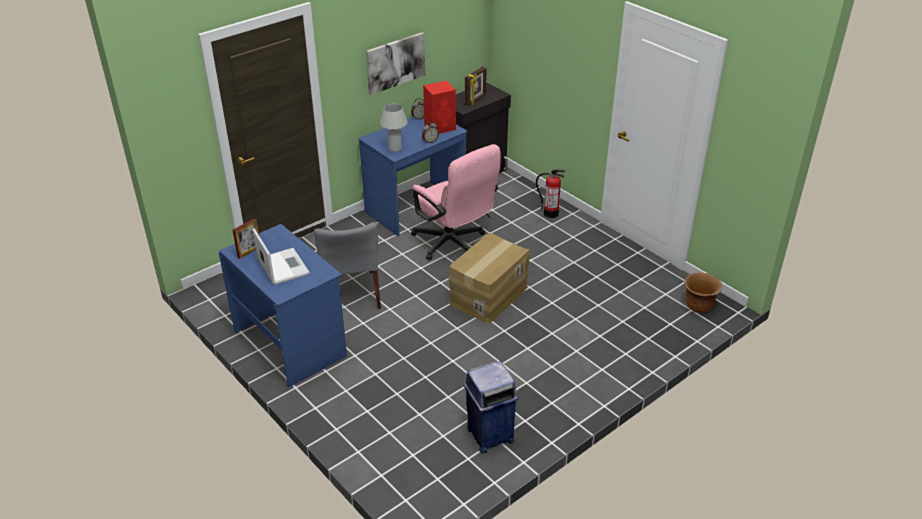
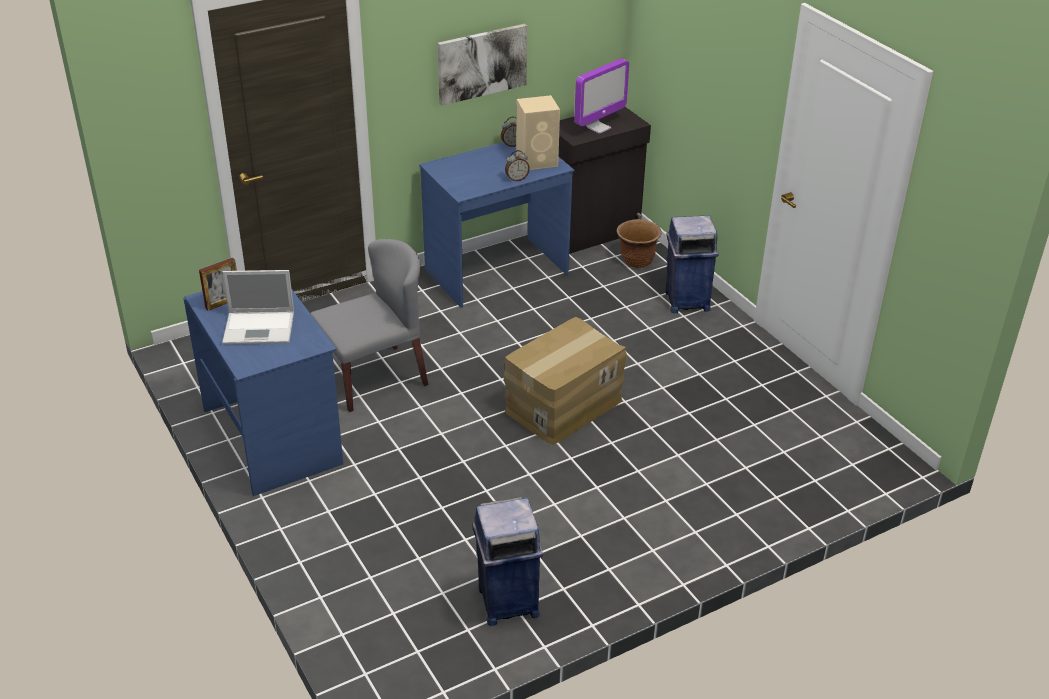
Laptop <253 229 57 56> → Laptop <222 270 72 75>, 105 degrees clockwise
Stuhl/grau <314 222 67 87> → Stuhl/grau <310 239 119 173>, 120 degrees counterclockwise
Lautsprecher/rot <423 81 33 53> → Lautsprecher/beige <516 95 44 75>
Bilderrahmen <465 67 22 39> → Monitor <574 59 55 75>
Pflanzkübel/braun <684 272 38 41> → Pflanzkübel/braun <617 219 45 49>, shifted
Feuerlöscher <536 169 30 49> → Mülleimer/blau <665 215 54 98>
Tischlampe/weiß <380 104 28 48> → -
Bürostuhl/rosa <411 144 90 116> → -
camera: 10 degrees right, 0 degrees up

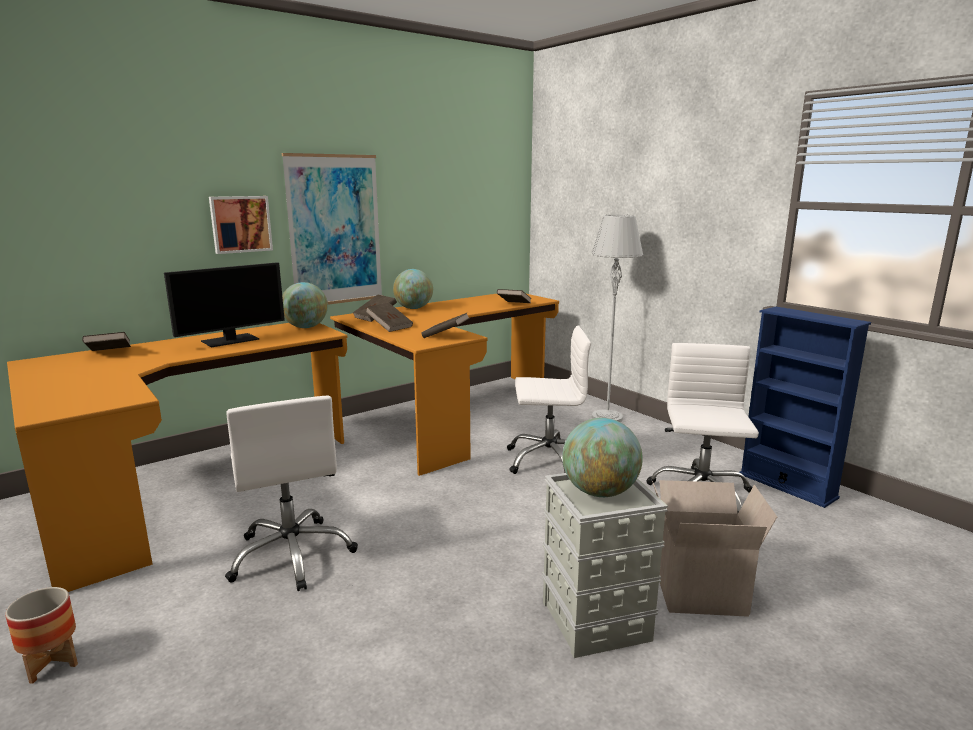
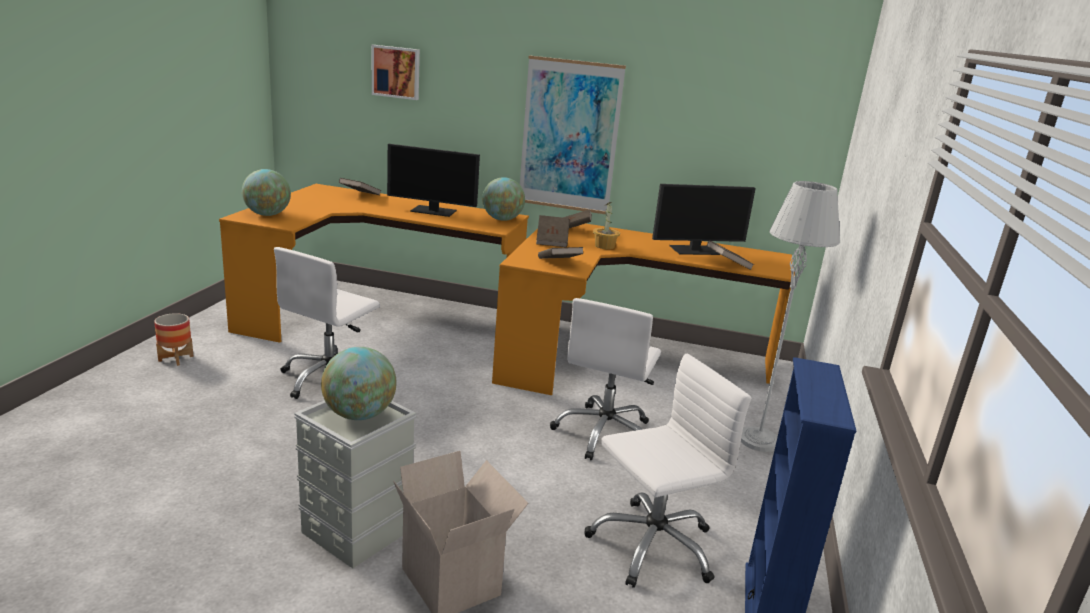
Globus <393 269 40 40> → Globus <242 169 49 47>, shifted
Bild <209 196 64 58> → Bild <372 45 48 55>, shifted
Bürostuhl/weiß <507 326 84 148> → Bürostuhl/weiß <550 298 111 163>, 60 degrees clockwise
- → Topfpflanze <593 202 27 47>
- → Monitor <652 184 104 71>
camera: 50 degrees right, 5 degrees up

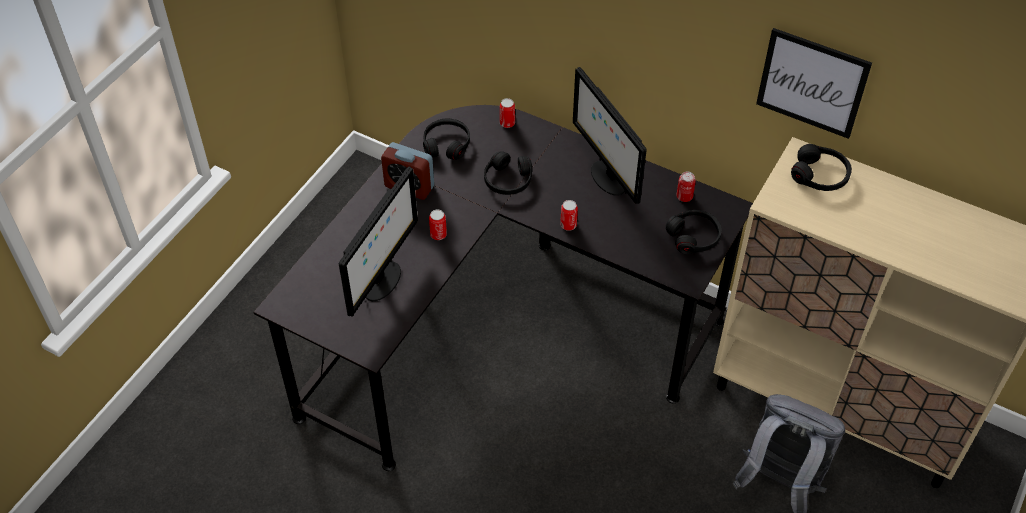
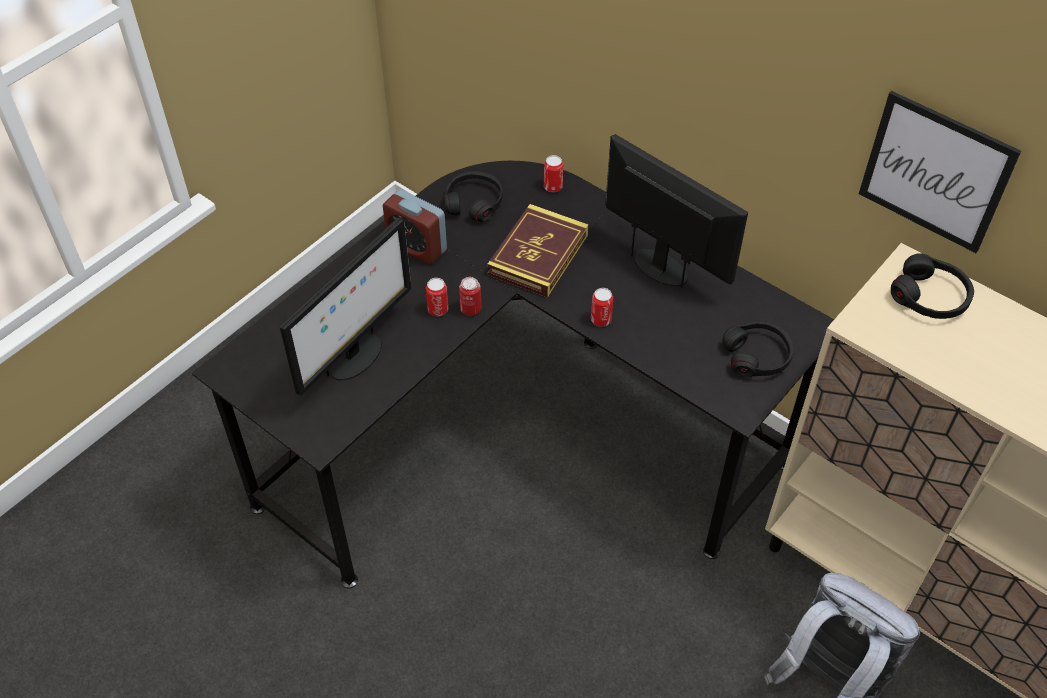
Dose <676 172 20 30> → Dose <459 277 22 39>, shifted
Kopfhörer/schwarz <484 151 49 44> → Buch <487 204 101 94>
Monitor <573 67 74 137> → Monitor <605 134 143 154>, 150 degrees clockwise
camera: 10 degrees right, 0 degrees up

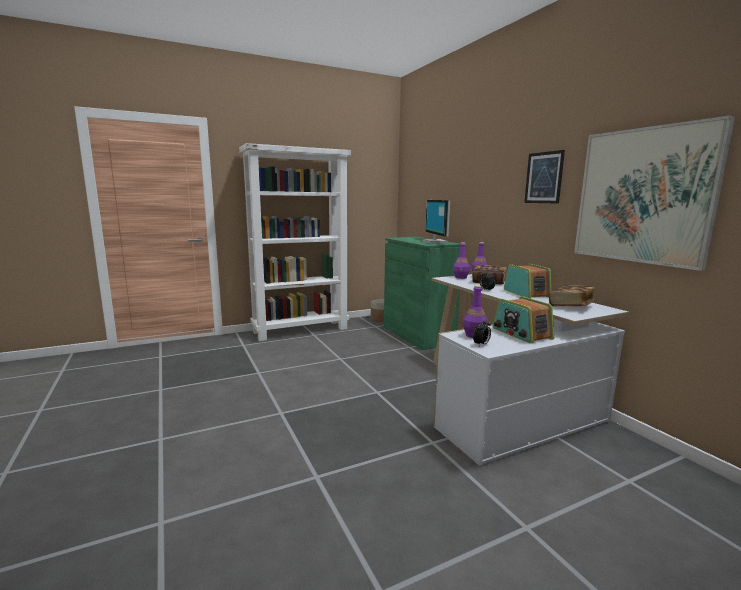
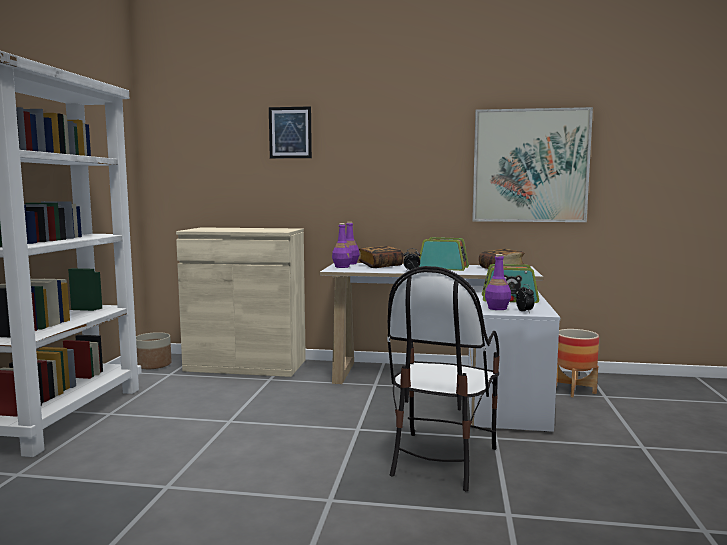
Schrank/grün <384 237 77 113> → Schrank/beige <176 227 130 150>
Bild <524 150 41 54> → Bild <269 106 43 52>, shifted
- → Stuhl <387 266 113 225>
- → Pflanzkübel <556 329 43 68>
Monitor <422 200 28 43> → -
camera: 55 degrees left, 5 degrees down

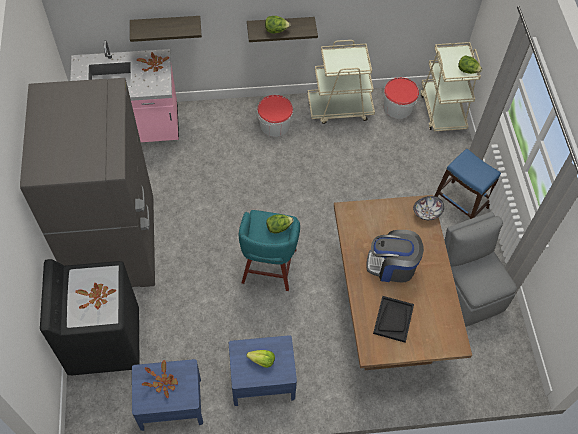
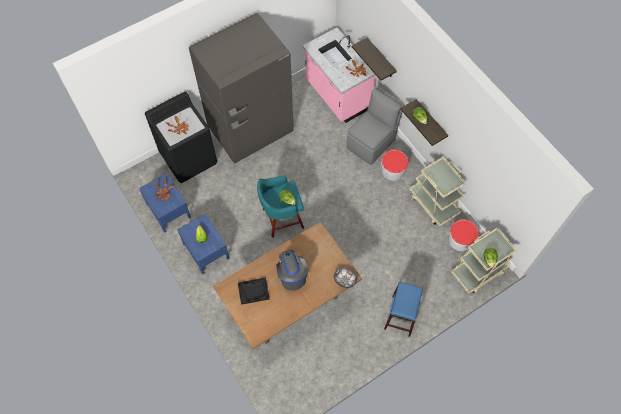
Stuhl/grau <444 212 73 115> → Stuhl/grau <347 87 58 78>, shifted
camera: 65 degrees right, 5 degrees up

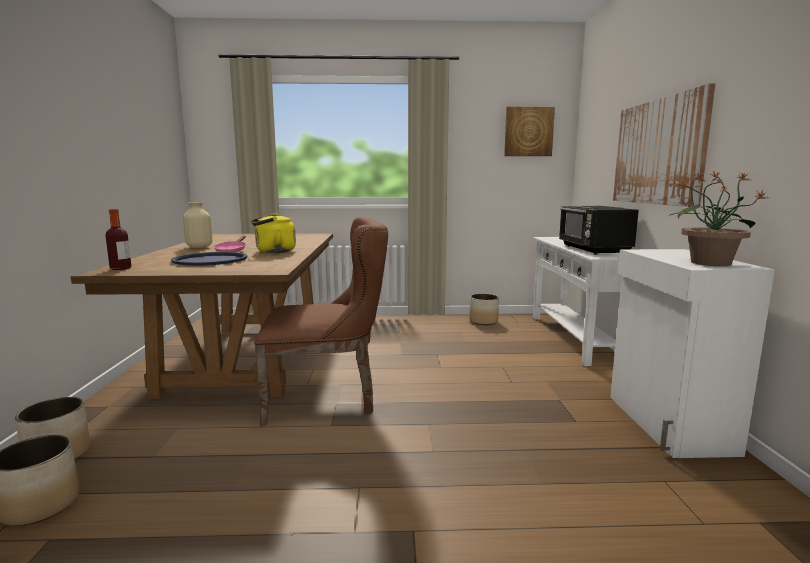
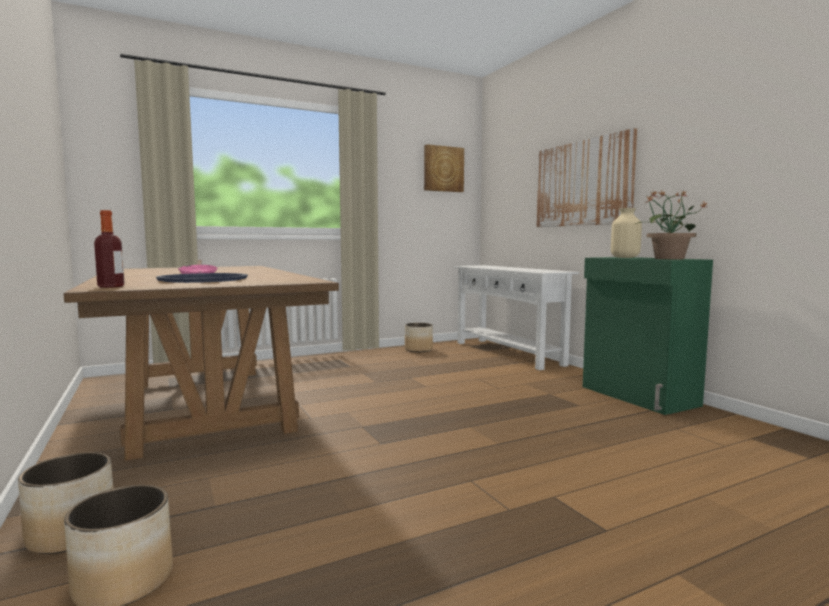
Schrank/weiß <610 249 165 209> → Schrank/grün <583 257 130 158>
Vase/beige <183 202 29 46> → Vase/beige <611 208 31 50>, shifted
Wasserkessel/gelb <251 213 45 40> → -
Stuhl/braun <254 217 134 208> → -
Mikrowelle/schwarz <559 206 80 49> → -
camera: 25 degrees left, 5 degrees down

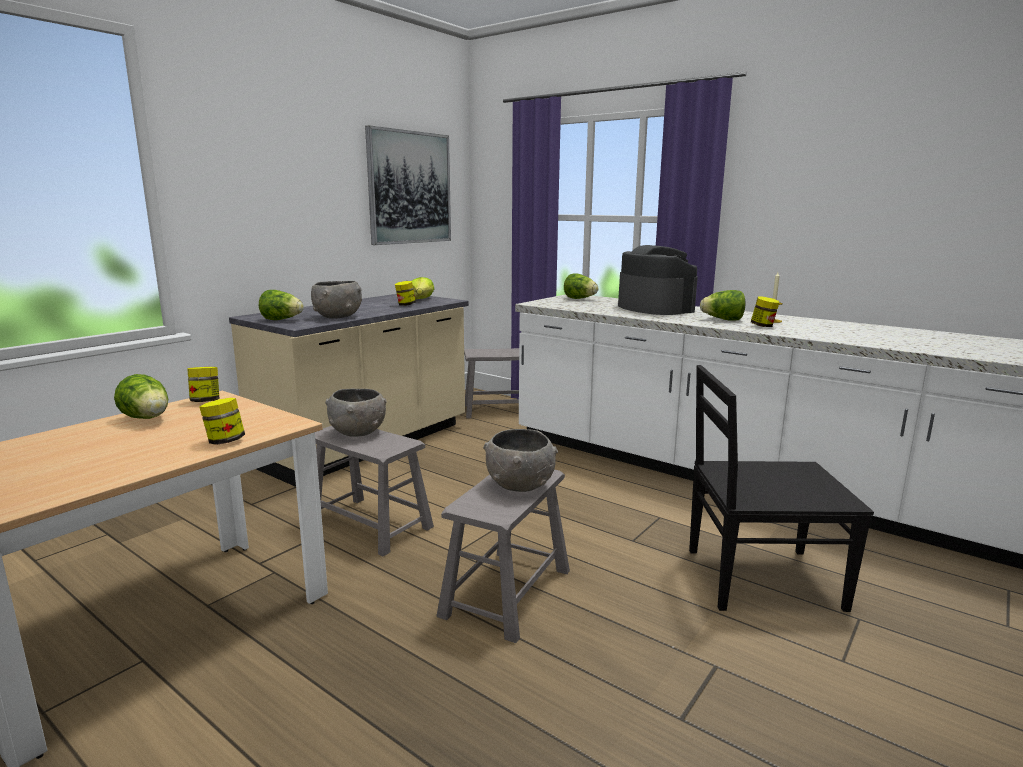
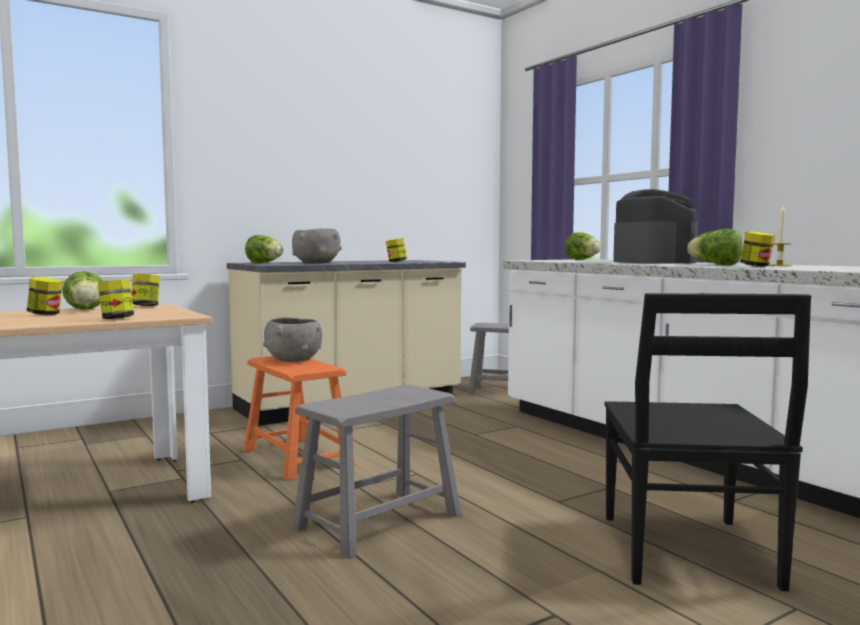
- → Vorratsglas <27 277 36 38>
Hocker/grau <315 426 119 130> → Hocker/orange <243 356 112 124>
Stuhl/schwarz <689 365 185 247> → Stuhl/schwarz <604 293 207 298>, 105 degrees counterclockwise
Bild <365 125 86 120> → -
Salatkopf <412 277 22 22> → -
Schüssel/grau <483 429 75 63> → -
camera: 20 degrees right, 10 degrees down

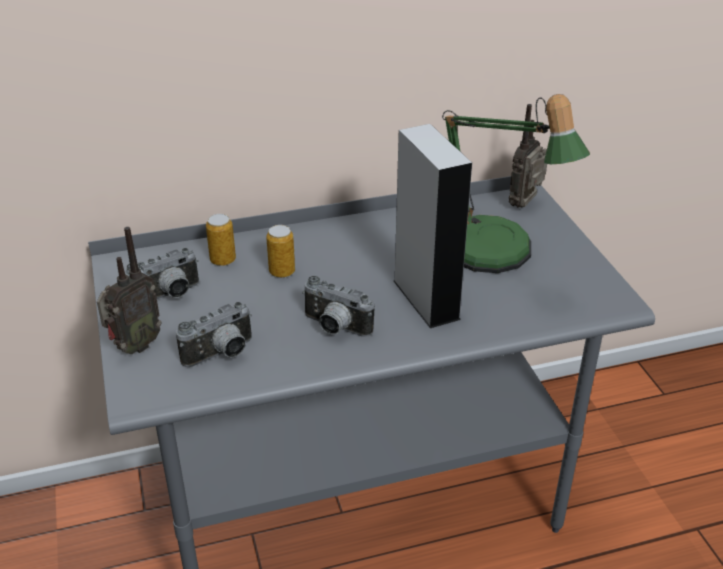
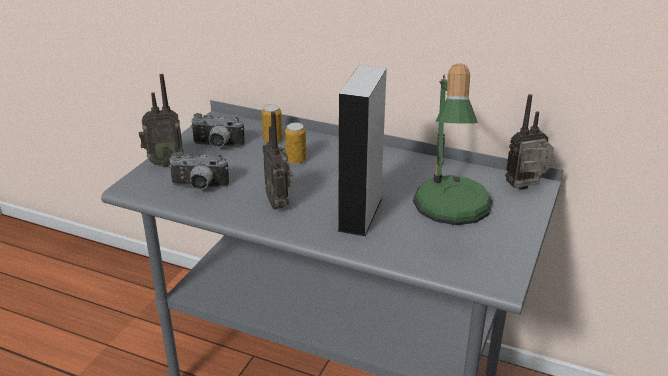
Kamera <302 276 73 61> → Radio <263 112 31 97>
camera: 40 degrees right, 5 degrees down

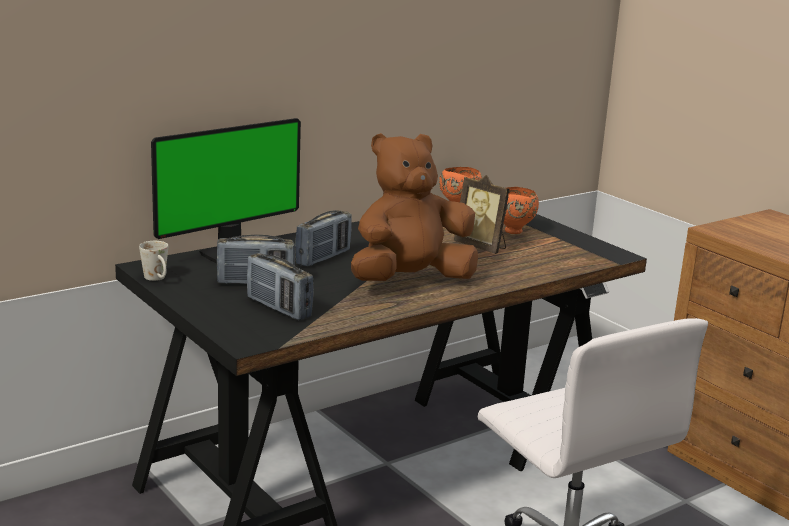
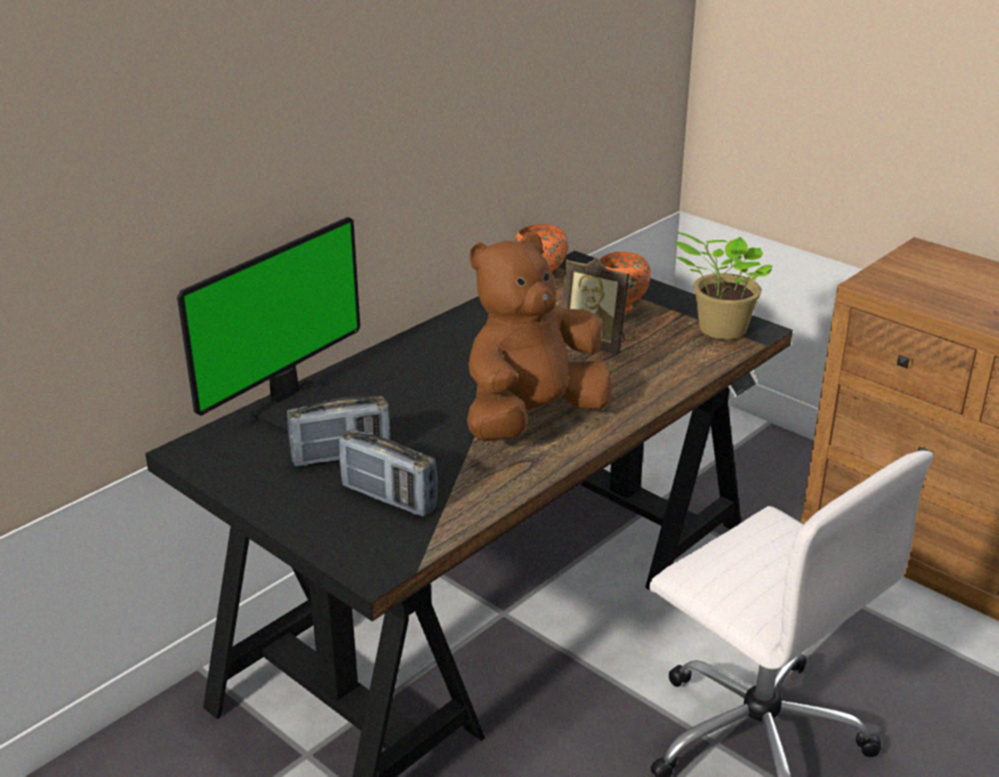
- → Topfpflanze <673 232 100 108>
Henkelbecher/weiß <139 241 29 40> → -
Radio <295 210 57 57> → -
camera: 10 degrees left, 10 degrees up

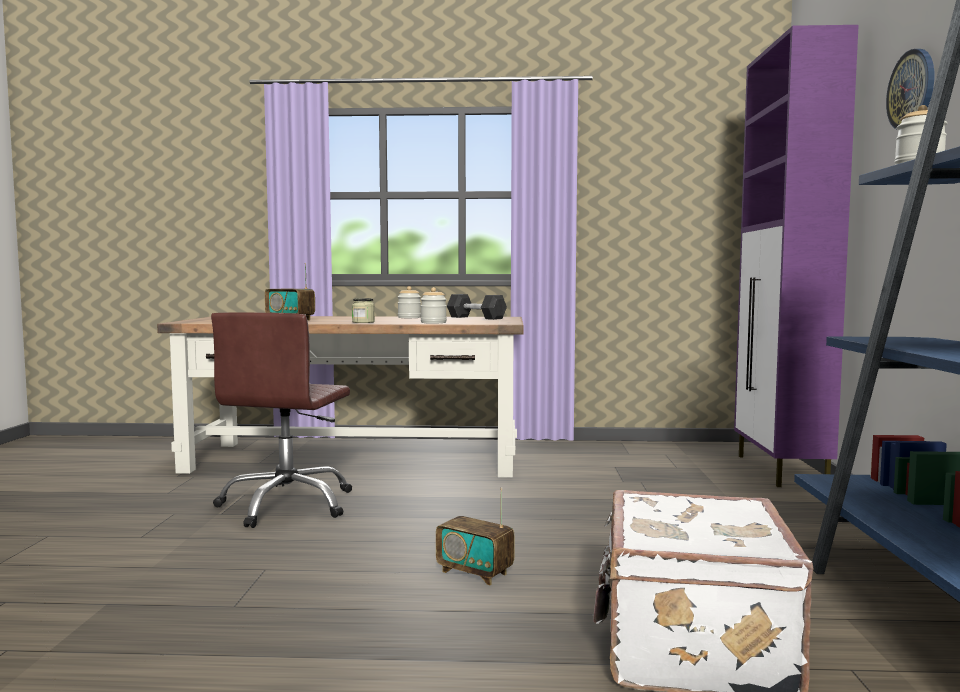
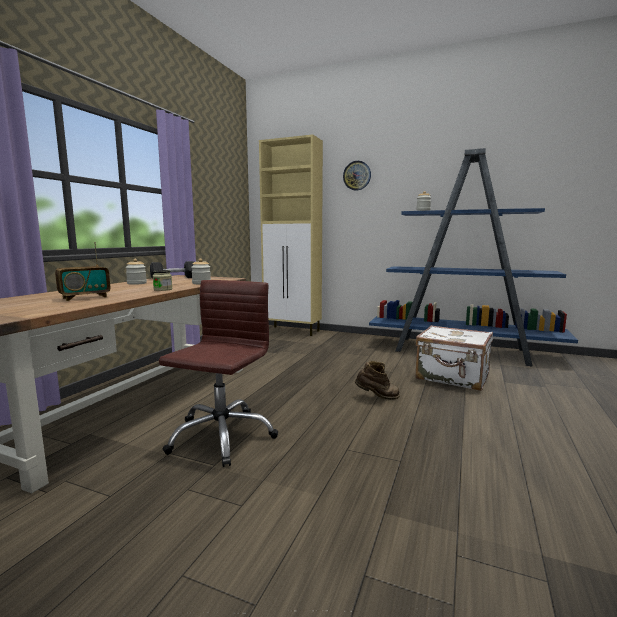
Bürostuhl/braun <211 312 141 216> → Bürostuhl/braun <159 280 119 187>, 105 degrees counterclockwise
Schrank/lila <734 25 125 462> → Schrank/beige <259 134 64 202>
Radio <436 487 79 99> → Stiefel/braun <355 361 45 39>
camera: 70 degrees left, 5 degrees up

